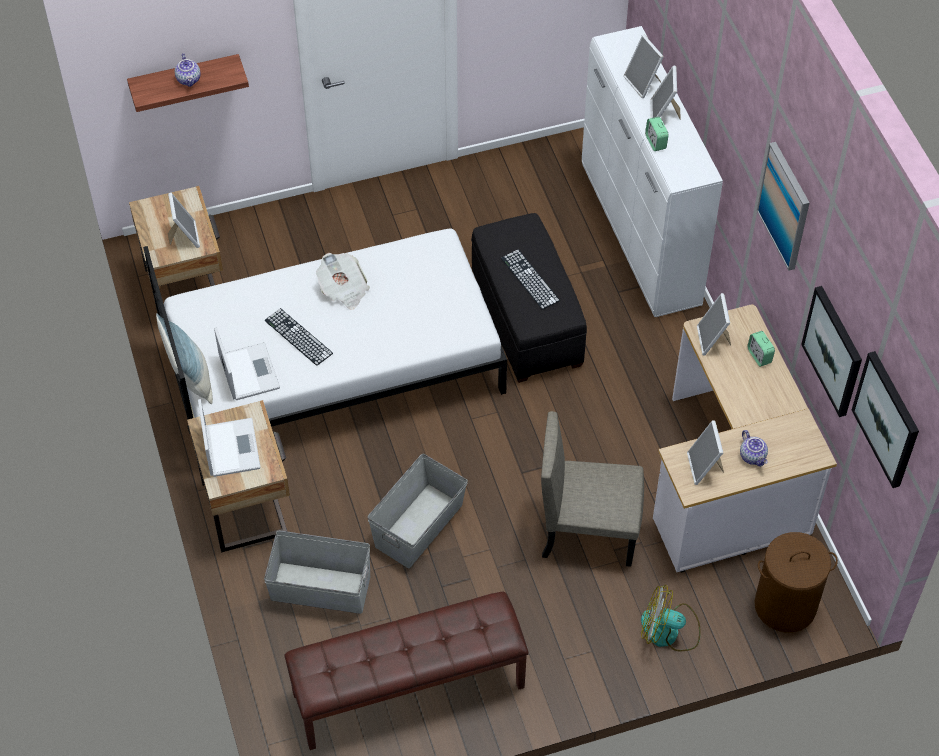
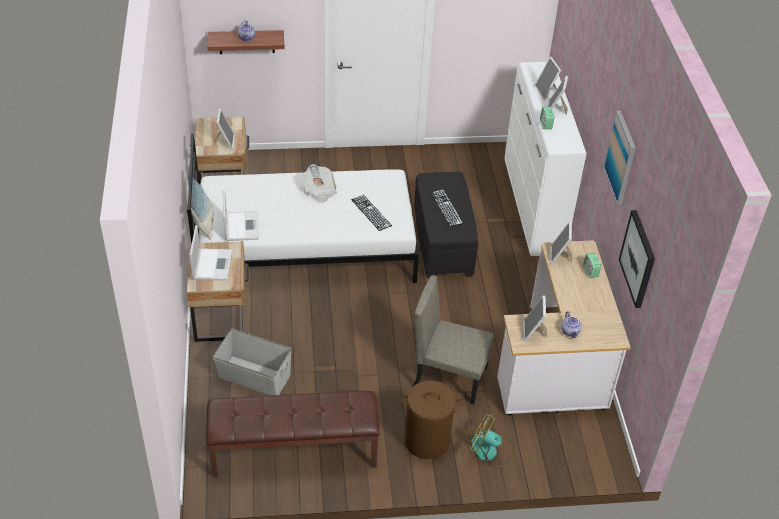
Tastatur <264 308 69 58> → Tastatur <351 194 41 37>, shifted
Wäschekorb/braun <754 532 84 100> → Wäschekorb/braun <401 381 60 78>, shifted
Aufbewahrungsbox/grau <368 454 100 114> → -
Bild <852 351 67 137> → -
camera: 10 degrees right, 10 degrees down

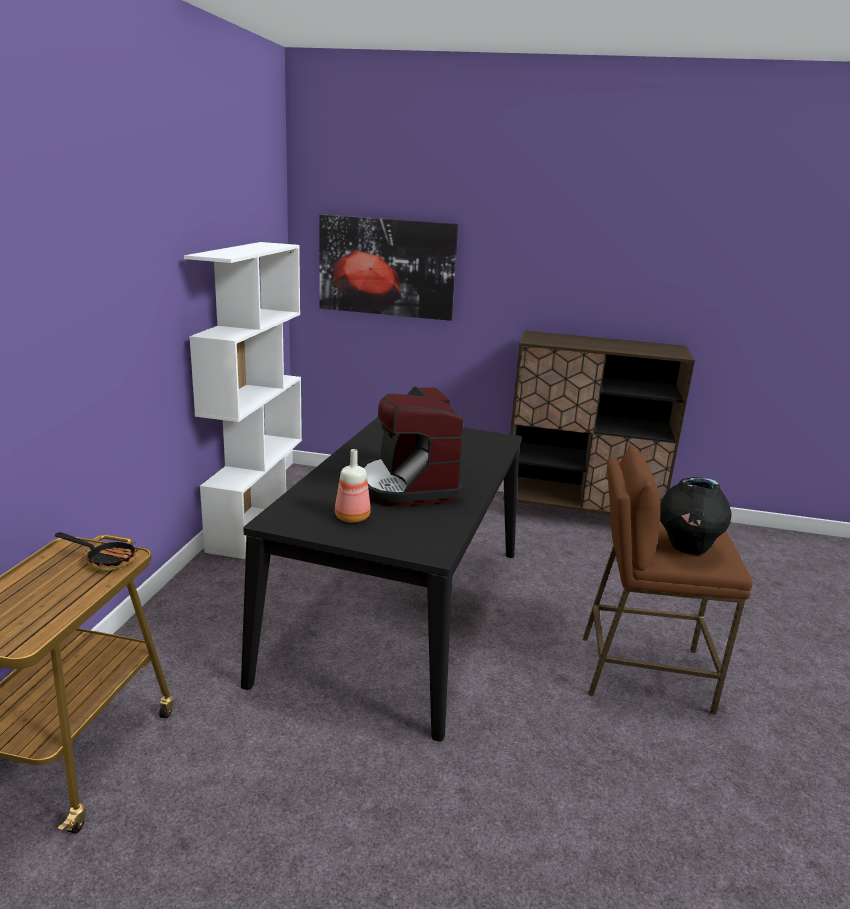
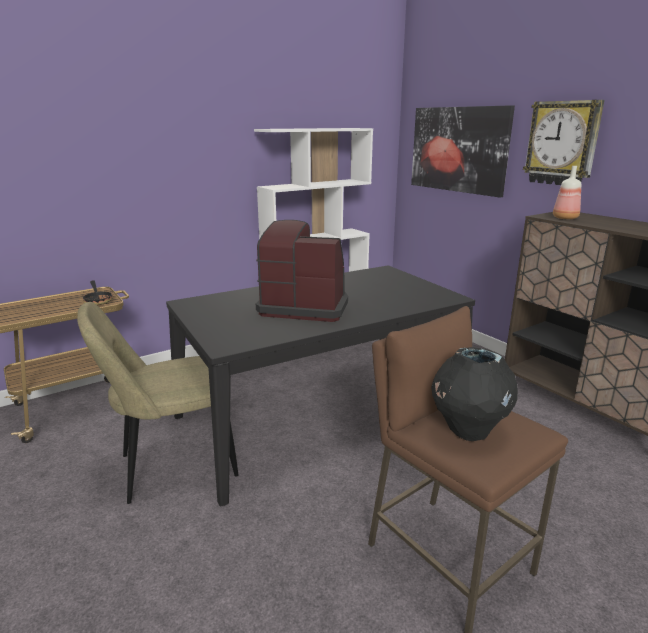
- → Stuhl/beige <77 302 161 202>
Kaffeemaschine <360 386 104 120> → Kaffeemaschine <256 220 92 102>, 75 degrees clockwise
- → Wanduhr <523 100 82 85>
Flasche <335 449 36 74> → Flasche <553 166 28 53>, shifted
camera: 45 degrees right, 0 degrees up

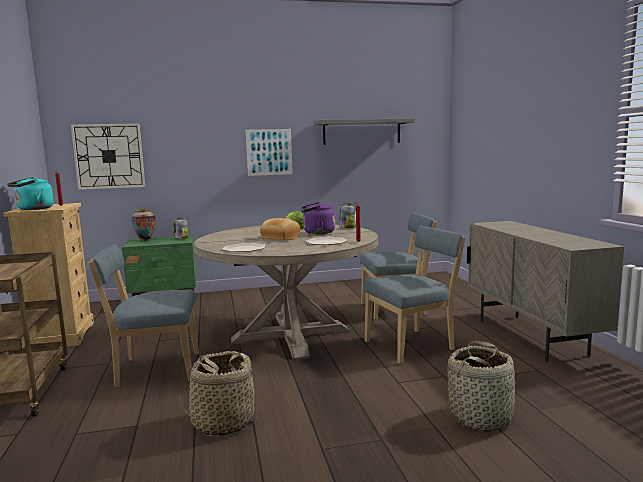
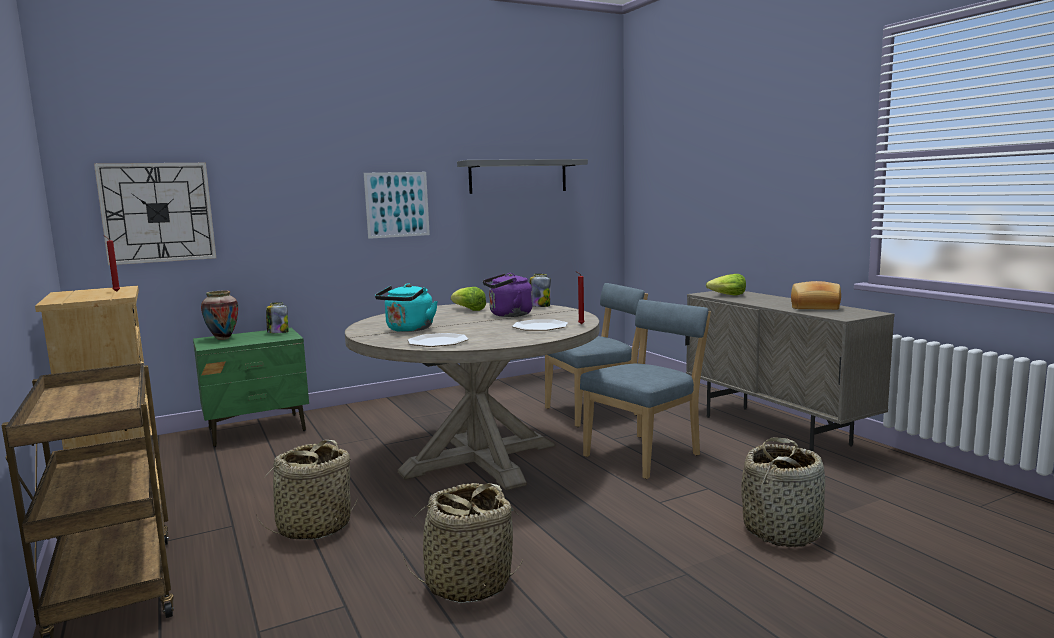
Stuhl/blau <88 244 111 144> → Korb <256 440 103 100>
Wasserkessel/türkis <7 176 47 34> → Wasserkessel/türkis <375 283 63 49>, shifted
- → Salatkopf <706 274 40 21>
Brot <260 218 40 22> → Brot <791 281 50 29>, shifted
camera: 15 degrees left, 0 degrees up

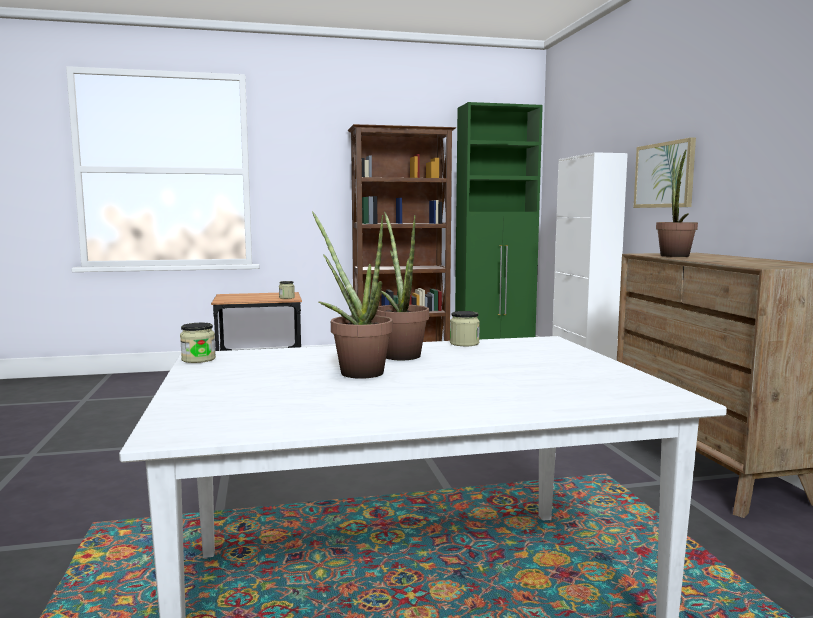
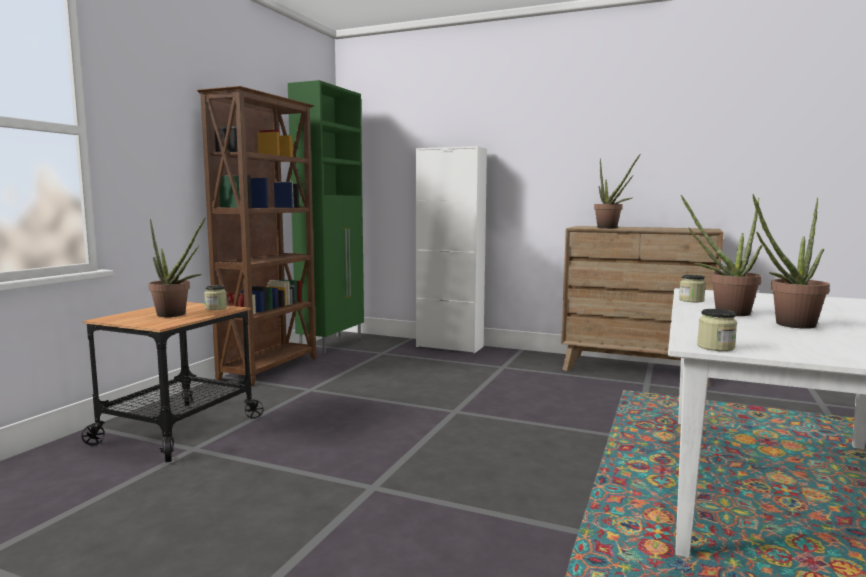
- → Topfpflanze <149 217 57 100>
Bild <634 137 62 71> → -
camera: 55 degrees left, 0 degrees up

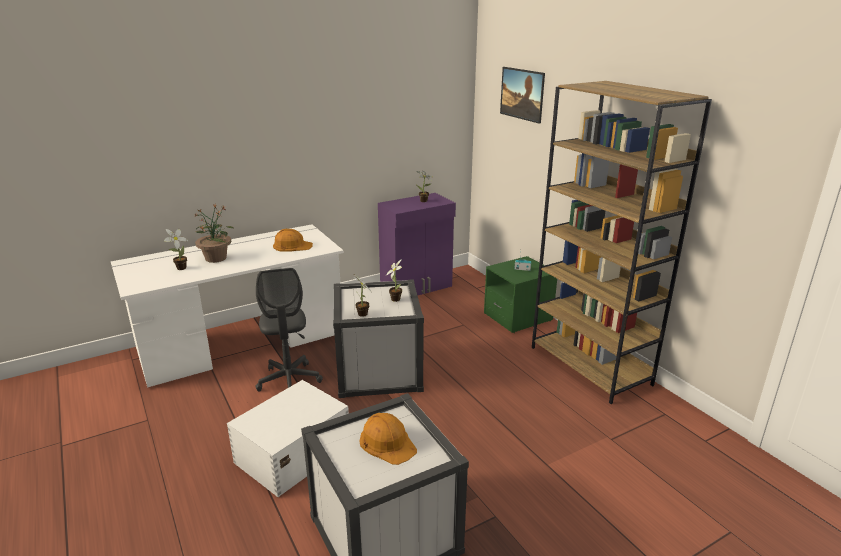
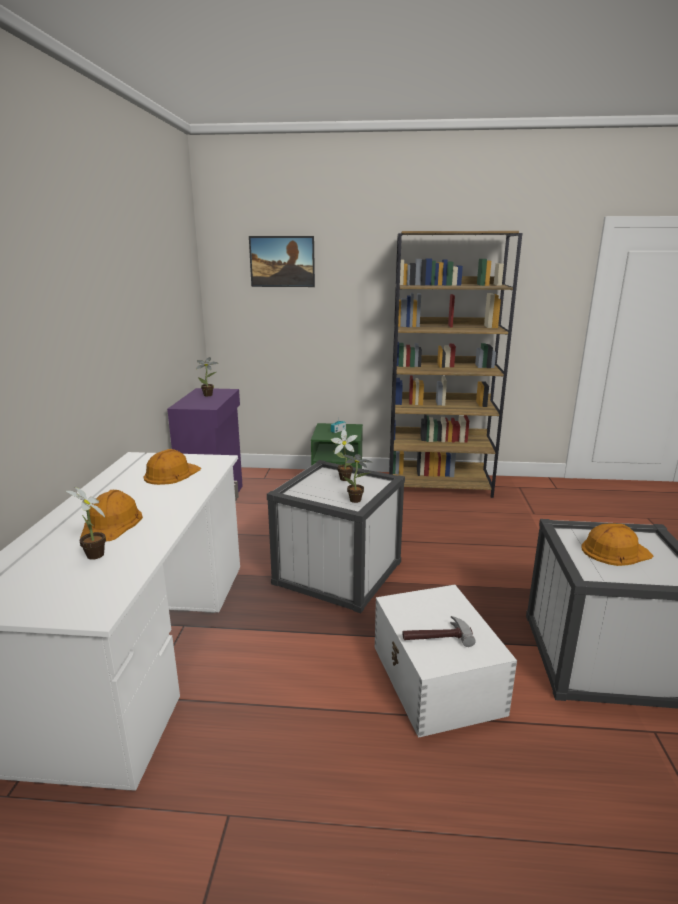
Topfpflanze <195 204 40 59> → Schutzhelm/orange <80 490 63 51>
- → Hammer <403 616 73 31>
Bürostuhl/grau <255 268 68 124> → -
camera: 55 degrees left, 5 degrees down

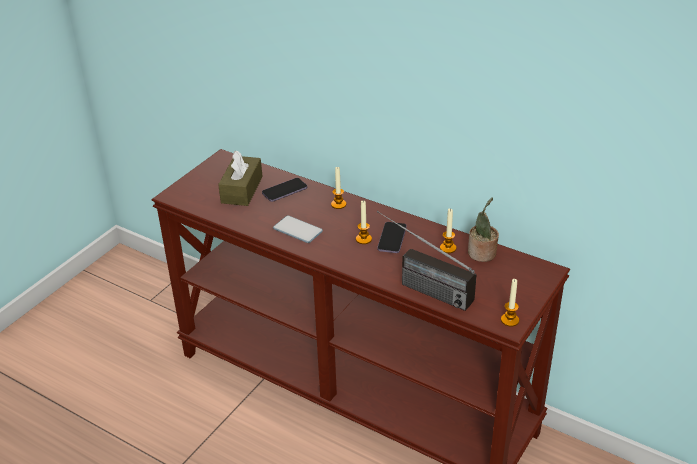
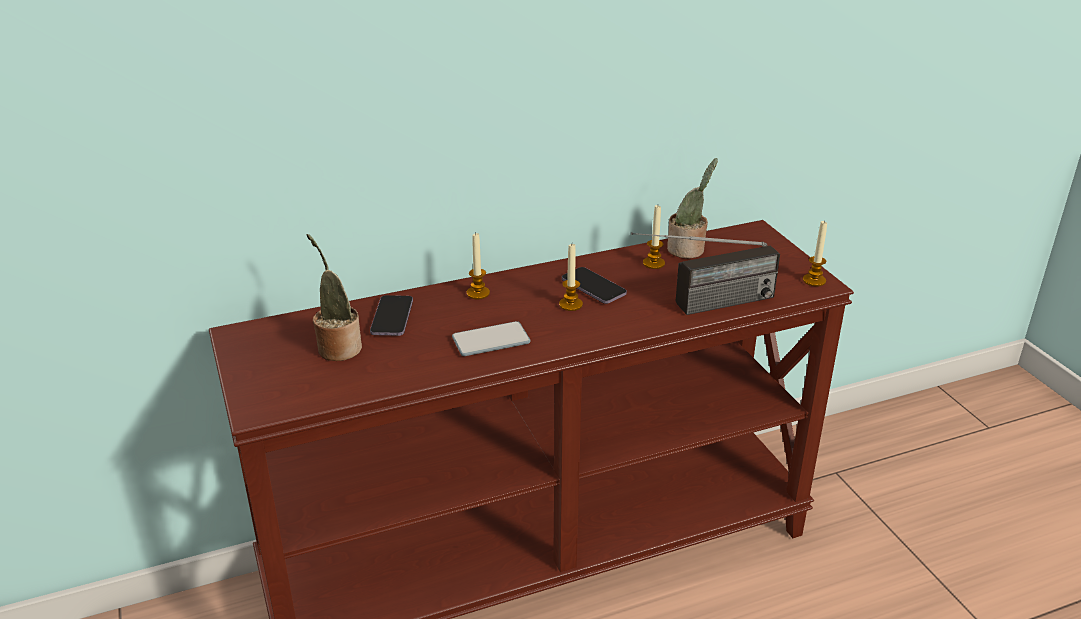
Taschentuchbox/braun <218 151 45 55> → Topfpflanze <307 234 55 127>
camera: 55 degrees left, 5 degrees down

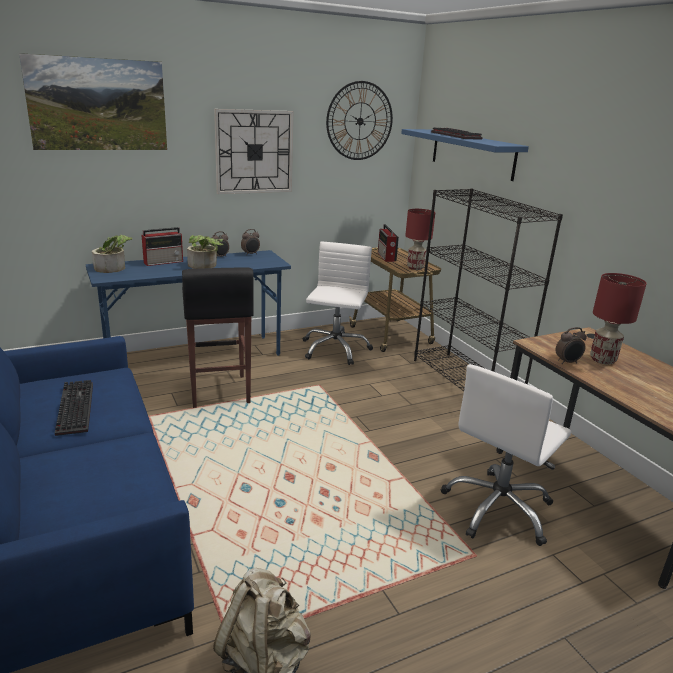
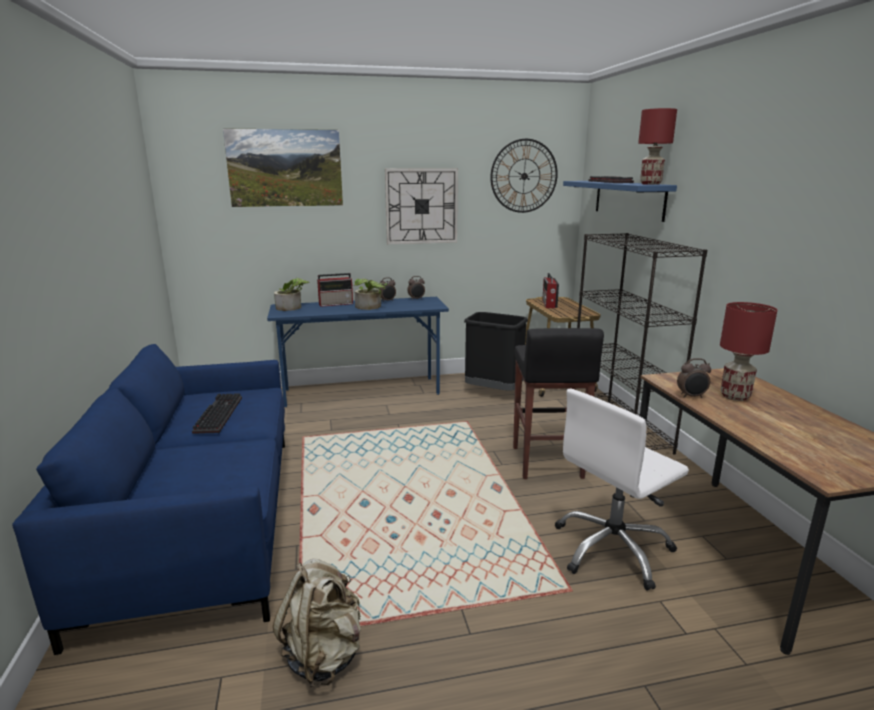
Bürostuhl/weiß <303 242 70 123> → Mülleimer/schwarz <464 312 64 79>
Hocker/schwarz <182 267 72 141> → Hocker/schwarz <513 328 91 151>, shifted
Tischlampe/rot <405 209 30 61> → Tischlampe/rot <638 108 39 77>, shifted
camera: 15 degrees right, 5 degrees down

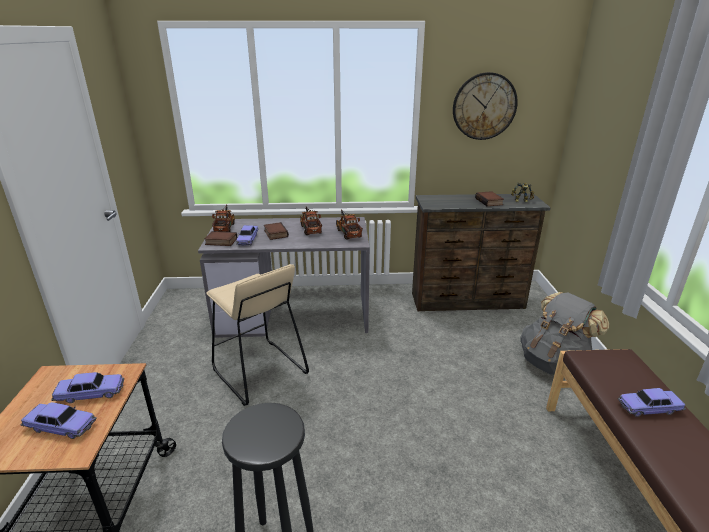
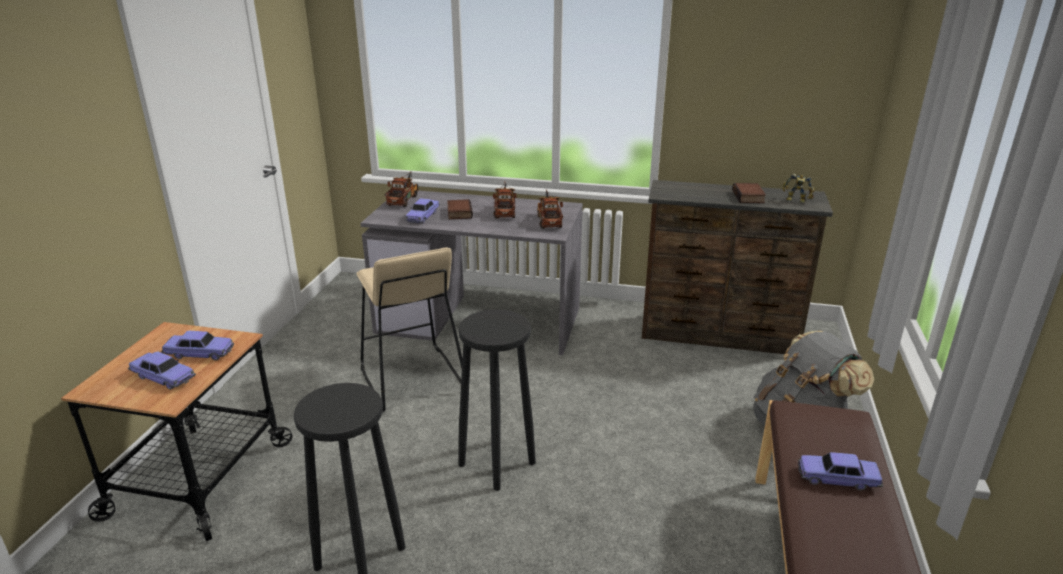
- → Hocker/schwarz <458 309 78 182>
Buch <204 231 33 15> → -
Wanduhr <453 72 65 68> → -
camera: 15 degrees right, 0 degrees up

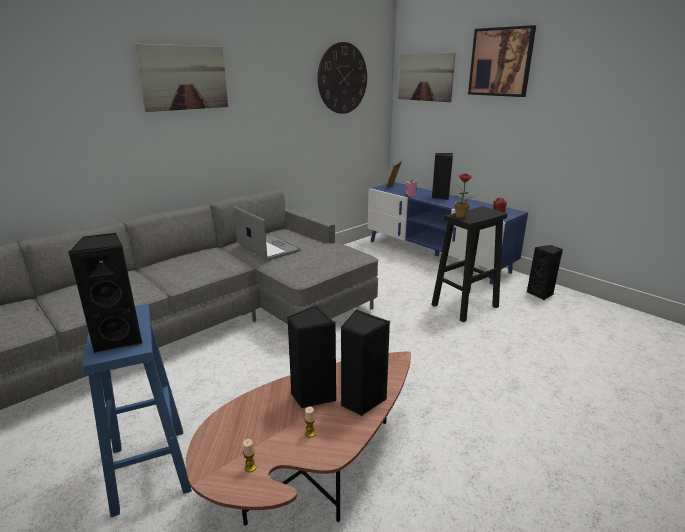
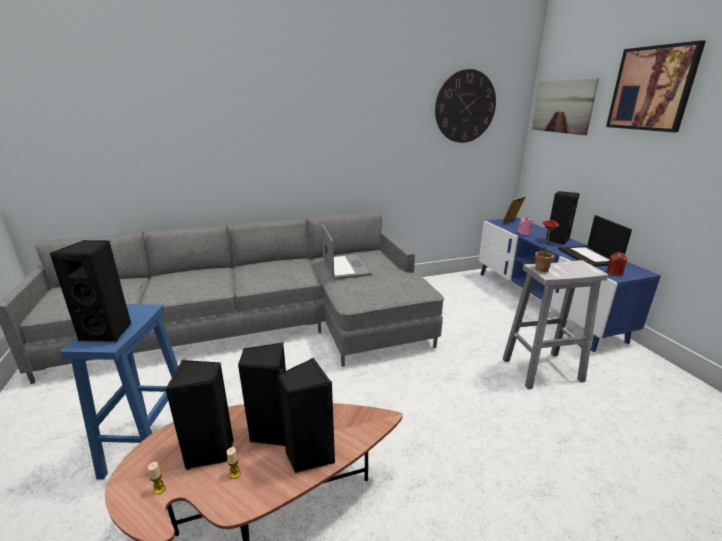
Lautsprecher/schwarz <527 245 36 55> → Lautsprecher/schwarz <165 359 69 111>, shifted
Hocker/schwarz <431 206 76 116> → Hocker/weiß <503 260 105 129>
- → Laptop <558 215 74 52>
Bild <134 44 94 68> → -
camera: 25 degrees right, 0 degrees up

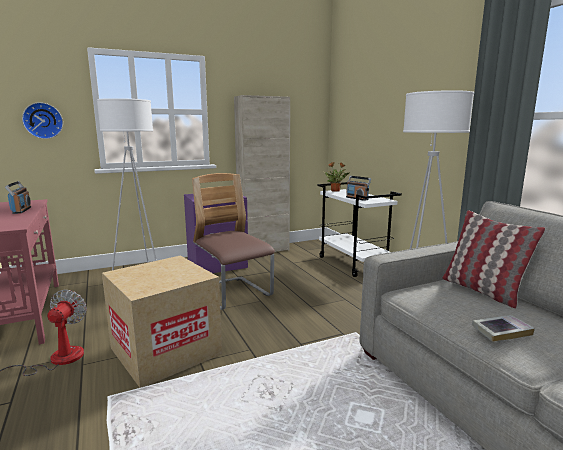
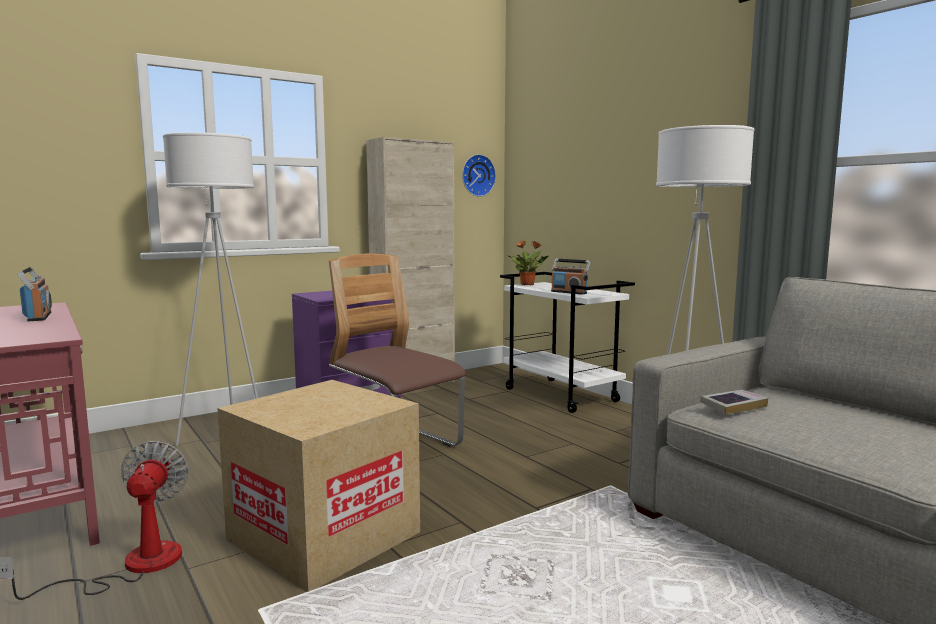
Wanduhr <22 102 41 37> → Wanduhr <462 154 34 43>, shifted
Buch <472 315 63 27> → Buch <700 390 68 24>, shifted
Kissen <442 210 103 98> → -
camera: 10 degrees left, 5 degrees down

